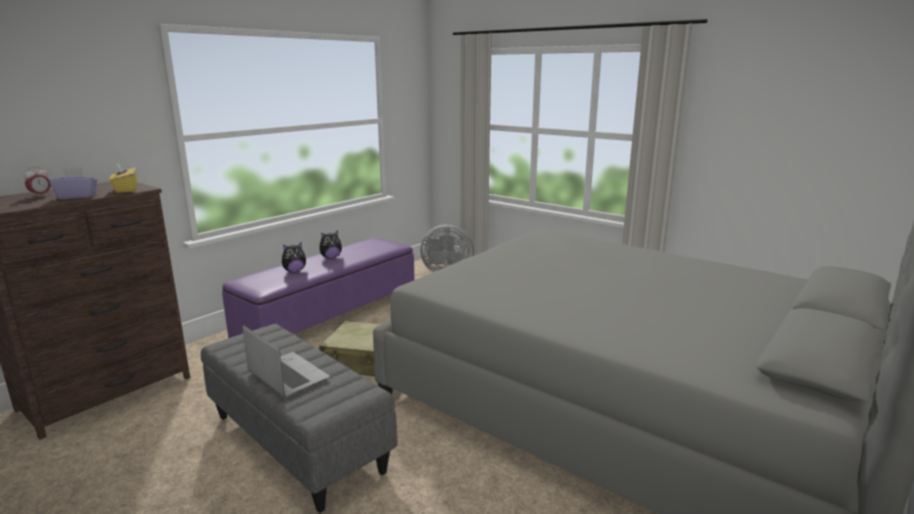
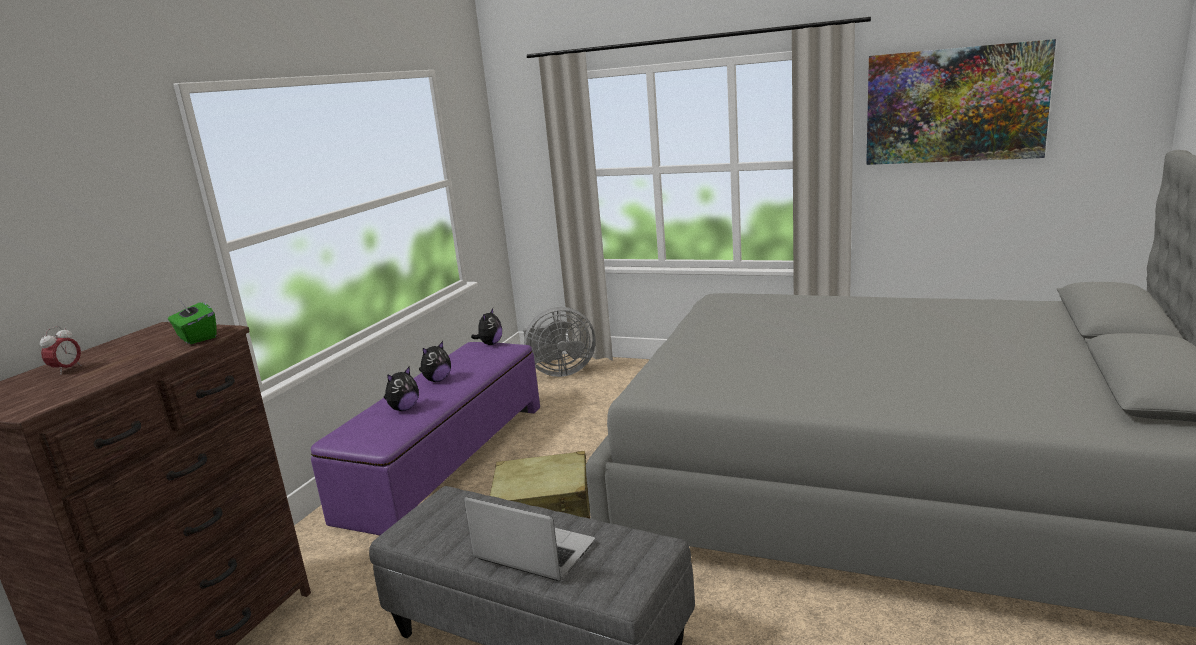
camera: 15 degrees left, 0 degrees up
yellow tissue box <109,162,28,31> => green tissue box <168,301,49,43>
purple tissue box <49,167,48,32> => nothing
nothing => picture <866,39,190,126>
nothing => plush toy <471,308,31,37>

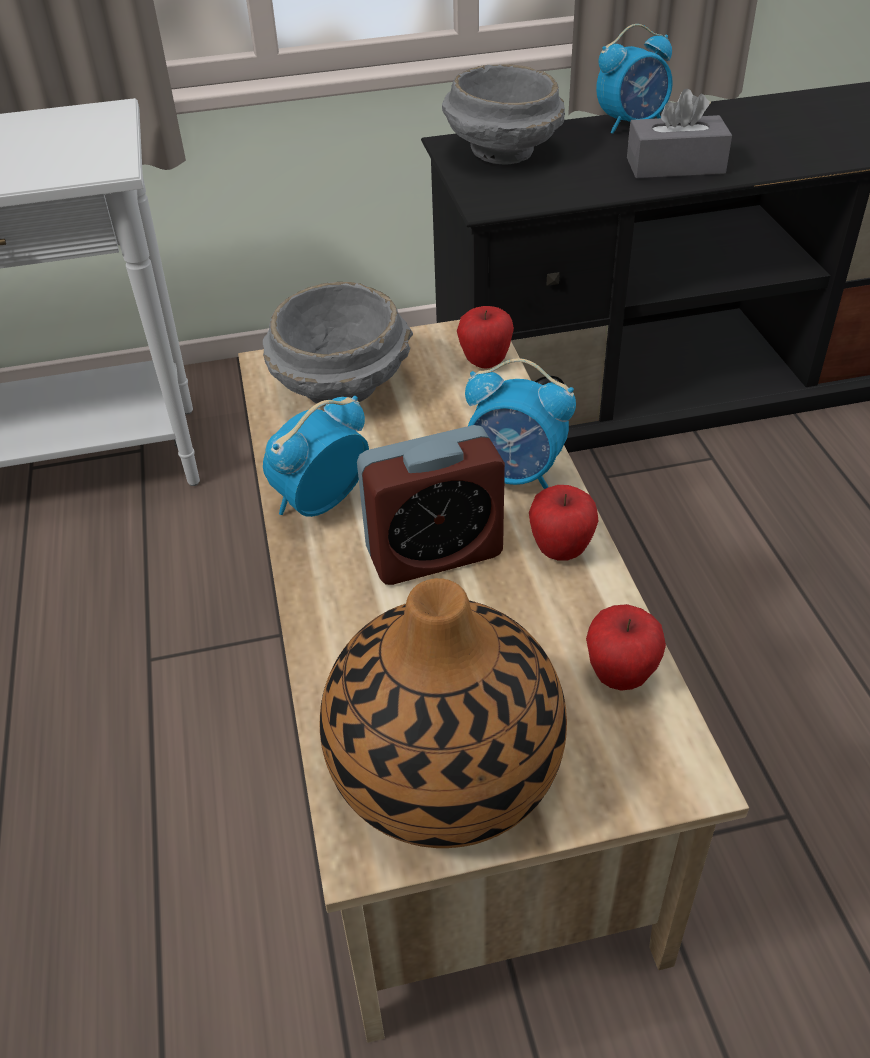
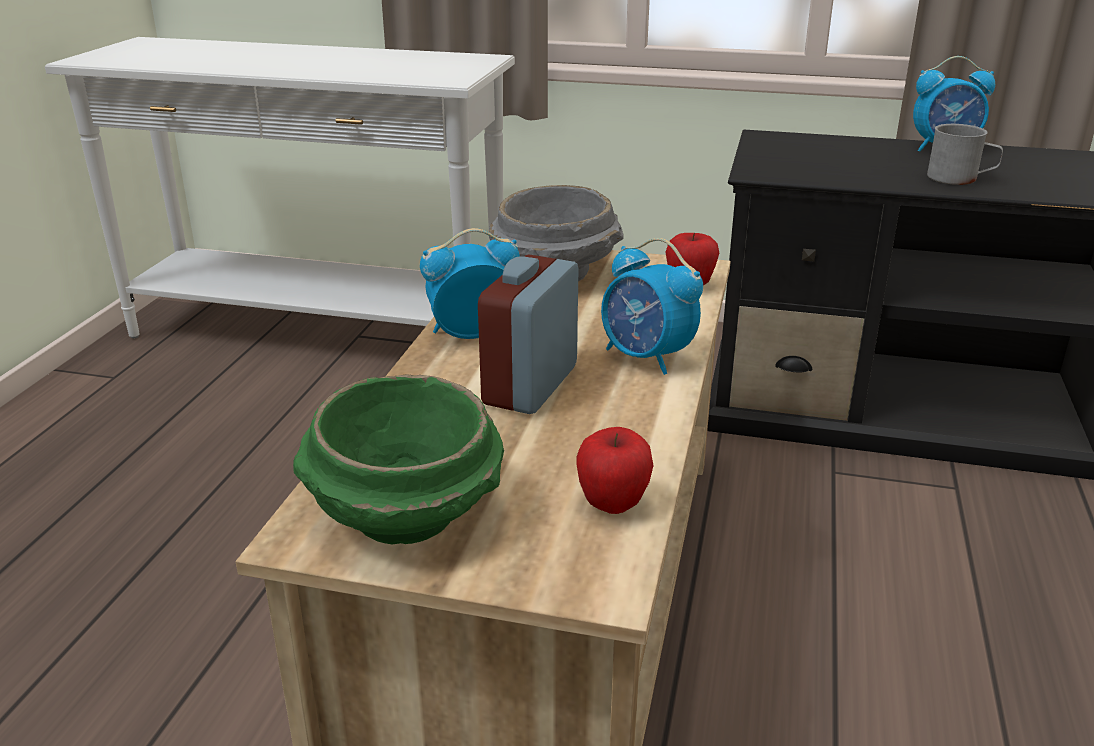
camera: 25 degrees right, 15 degrees down
grey bowl <442,64,123,101> => nothing
grey tissue box <627,89,105,90> => grey mug <927,124,76,61>
alarm clock <357,425,148,160> => alarm clock <478,254,100,160>, 105 degrees clockwise
apple <529,485,70,75> => nothing
vase <320,578,247,270> => green bowl <293,374,211,170>

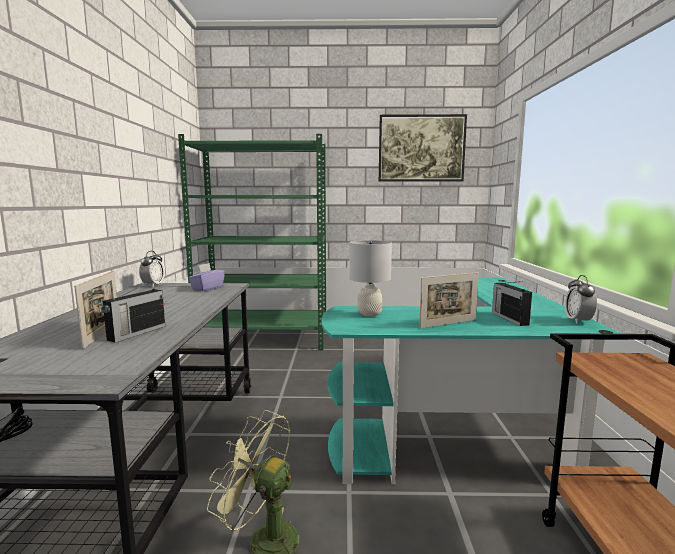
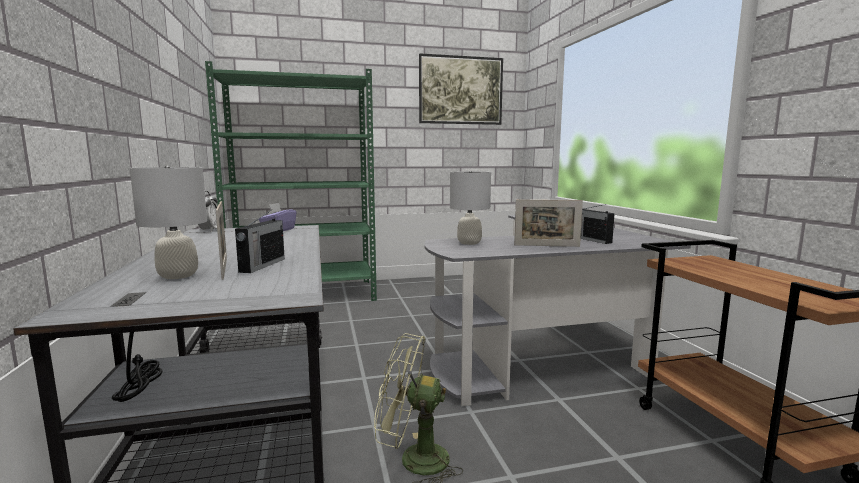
camera: 15 degrees left, 0 degrees up
picture frame <419,272,60,56> => picture frame <514,199,69,48>, 45 degrees clockwise
alarm clock <565,275,32,49> => nothing
turquoise desk <321,277,301,208> => grey desk <424,215,267,191>
nothing => grey table lamp <130,166,77,113>

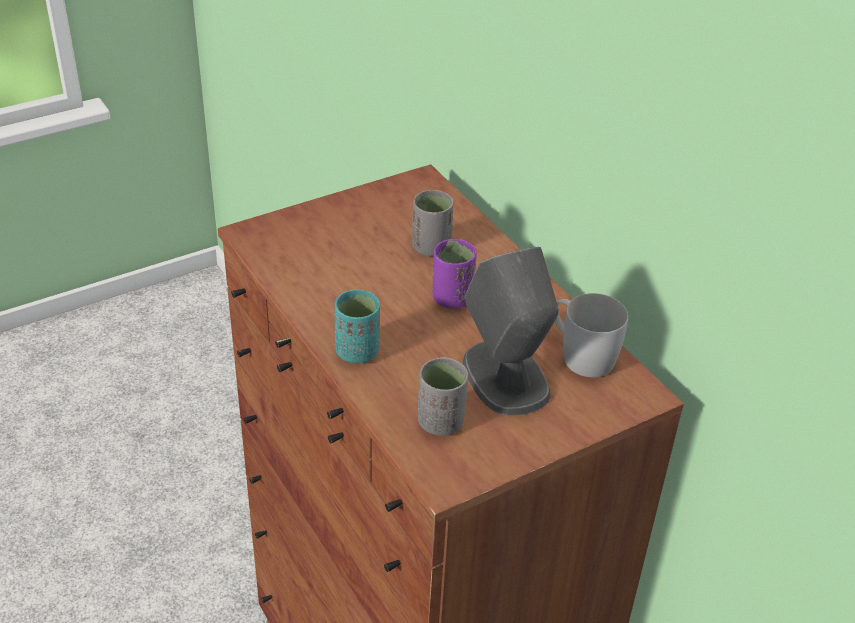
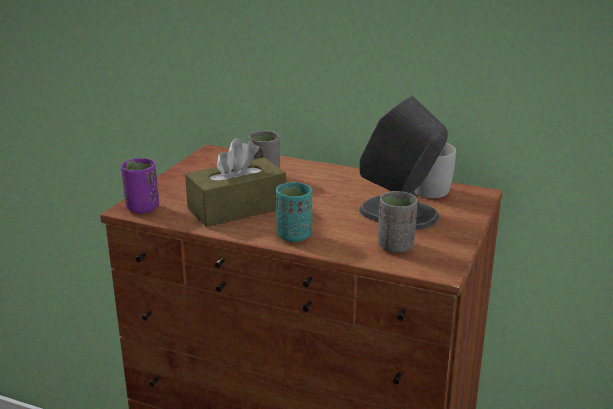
camera: 35 degrees left, 15 degrees down
purple cup <433,239,44,70> => purple cup <121,158,38,56>, moved
nothing => brown tissue box <185,138,101,89>

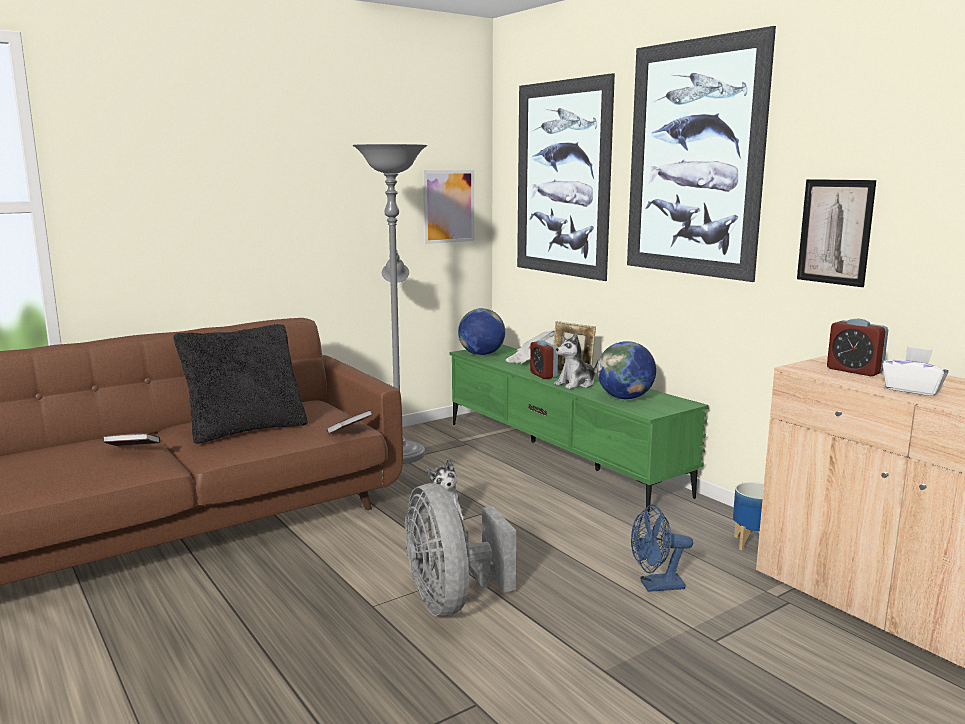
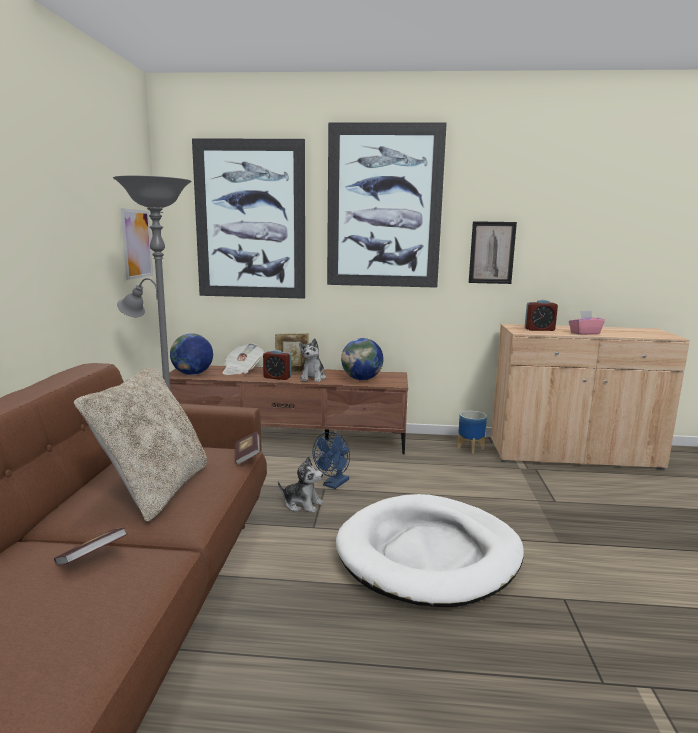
camera: 50 degrees left, 0 degrees up
black pillow <173,324,135,120> => beige pillow <74,367,133,155>
green tv stand <449,344,260,170> => brown tv stand <162,366,246,88>
white tissue box <882,347,67,49> => pink tissue box <569,311,36,24>
grey fan <405,483,111,133> => white dog bed <336,494,188,113>
blue fan <631,504,62,88> => blue fan <313,432,37,57>, moved

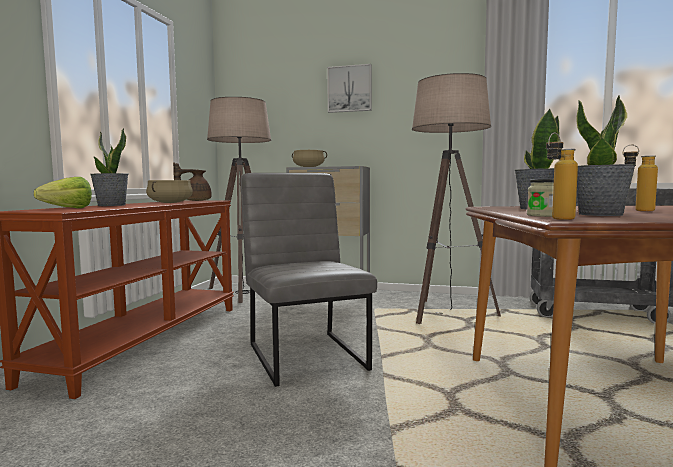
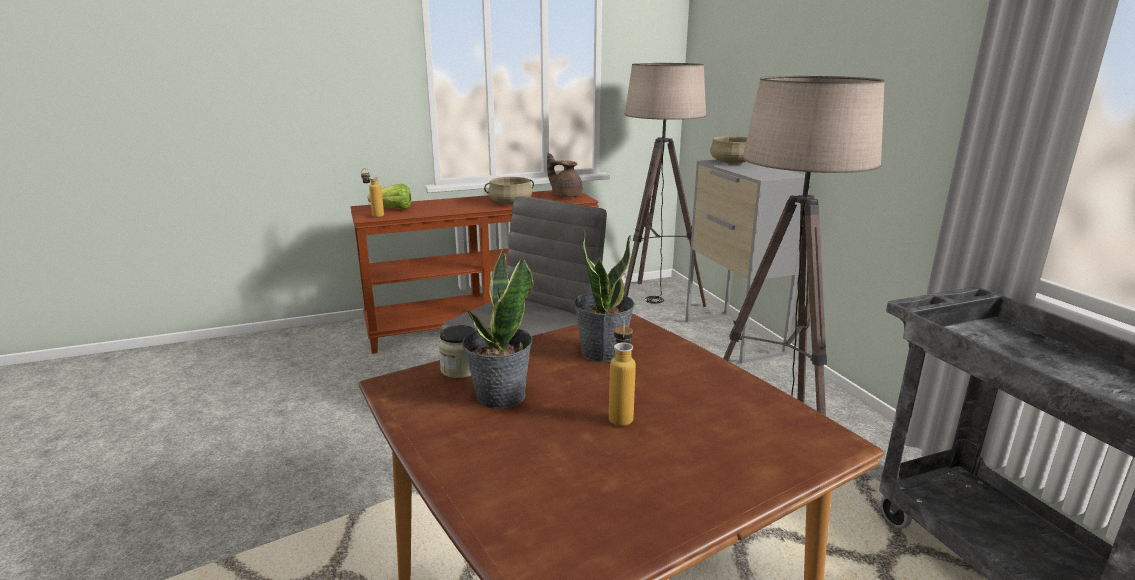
camera: 55 degrees right, 15 degrees up
picture <327,64,45,49> => nothing
potted plant <90,128,38,78> => nothing
bottle <546,133,32,87> => bottle <361,168,23,49>, moved

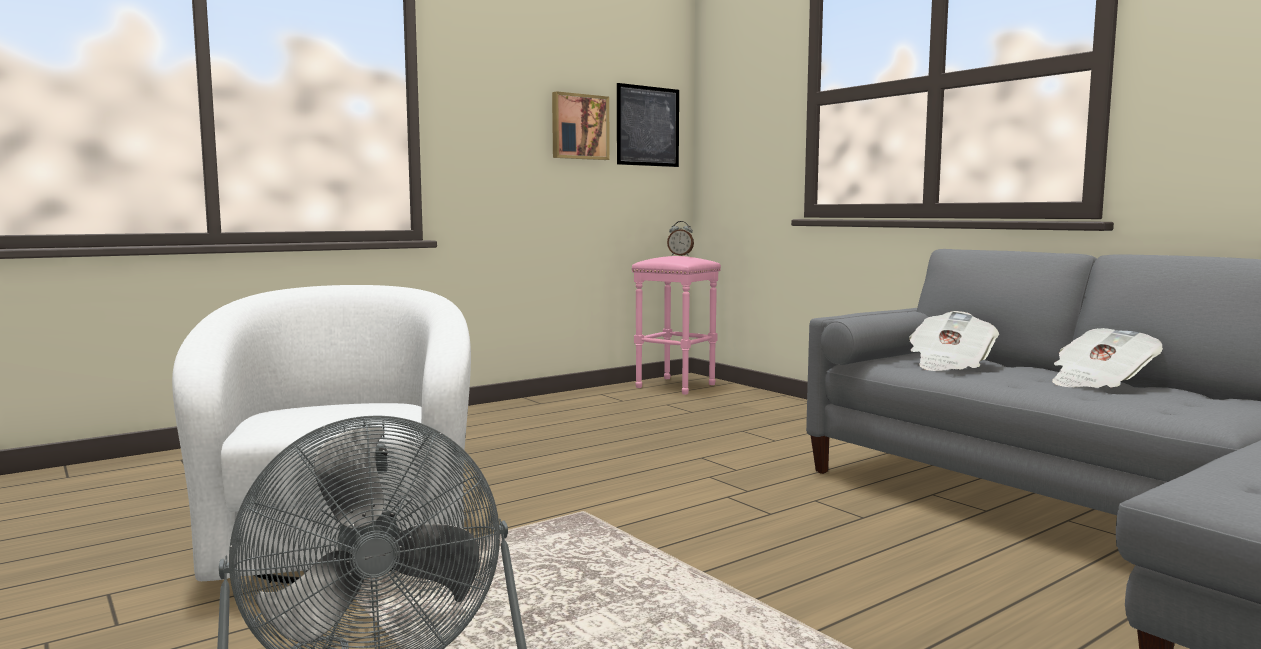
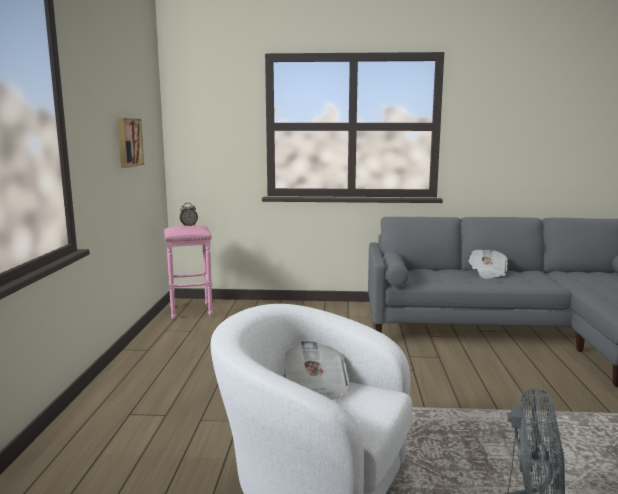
camera: 50 degrees left, 5 degrees up
picture <617,83,62,84> => nothing
newspaper <909,311,90,60> => newspaper <283,339,66,61>, moved

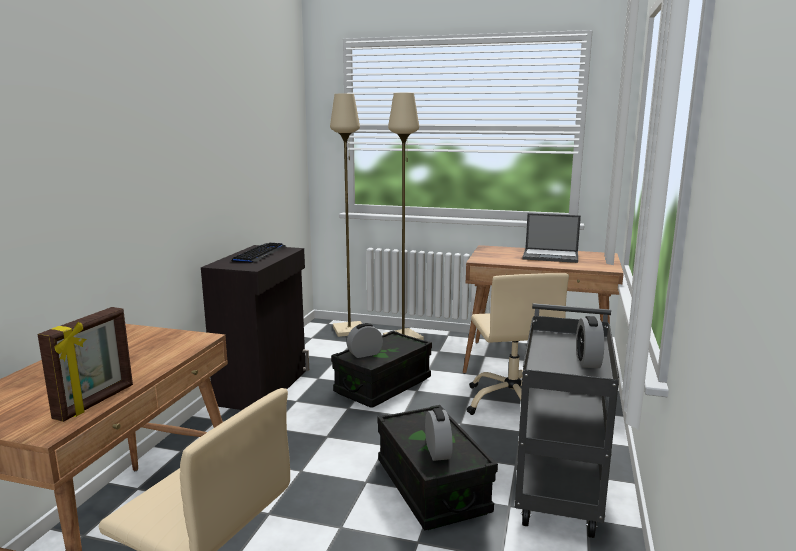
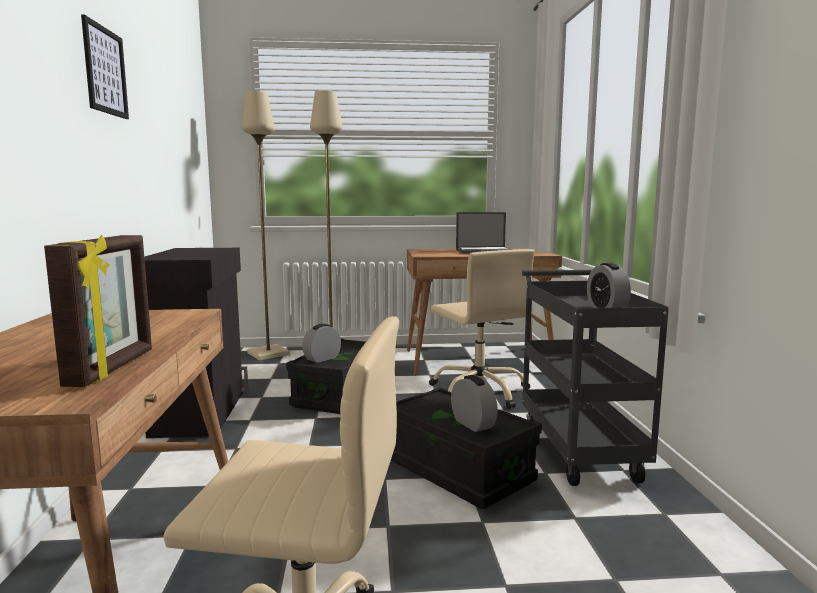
camera: 20 degrees left, 5 degrees down
keyboard <232,243,54,20> => nothing
nothing => picture <81,14,48,105>

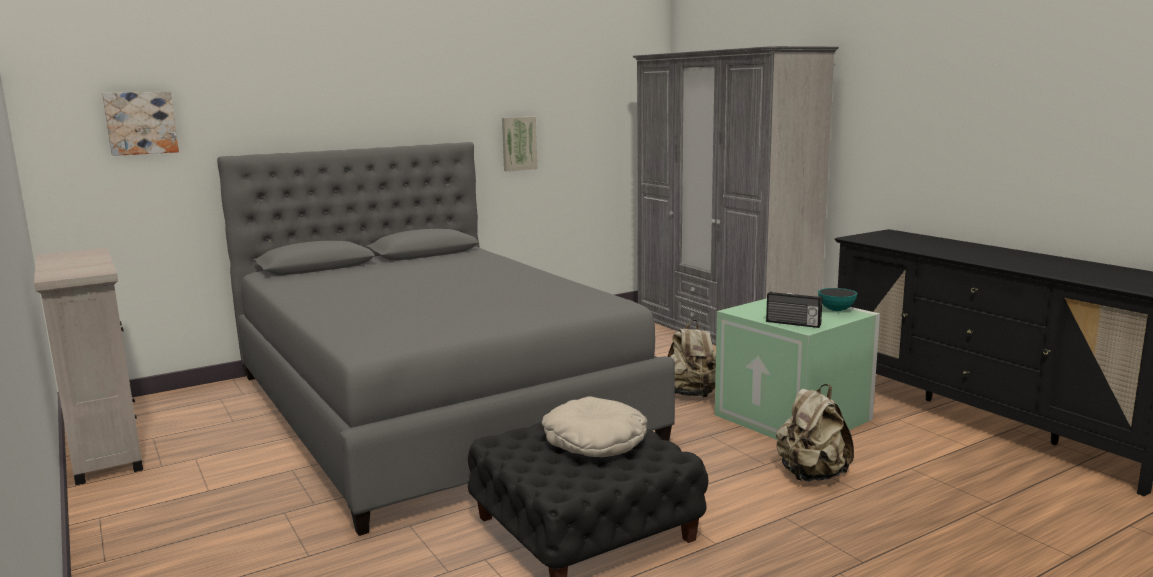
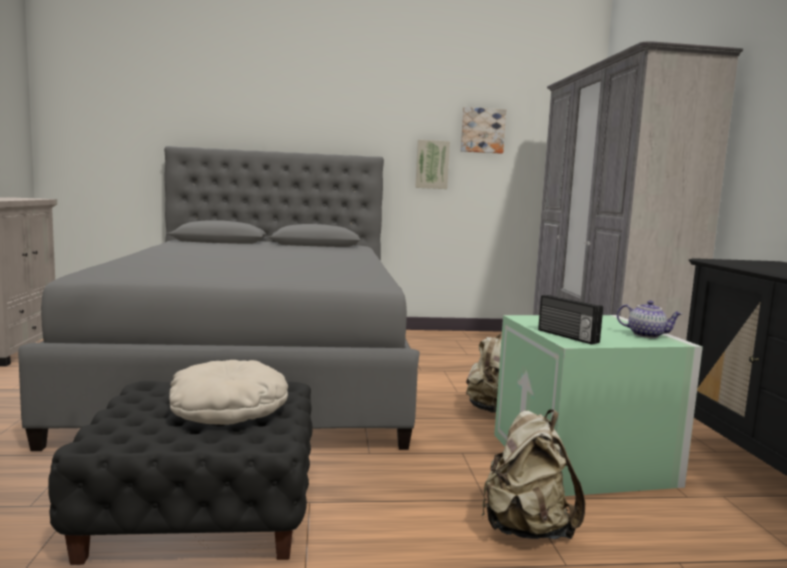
camera: 25 degrees right, 5 degrees down
picture <102,92,77,64> => picture <461,107,45,47>, moved
bowl <818,288,39,23> => teapot <617,301,65,37>

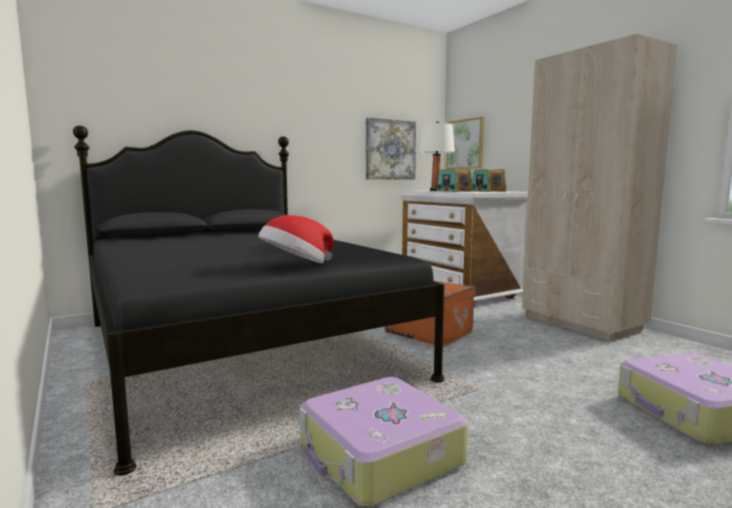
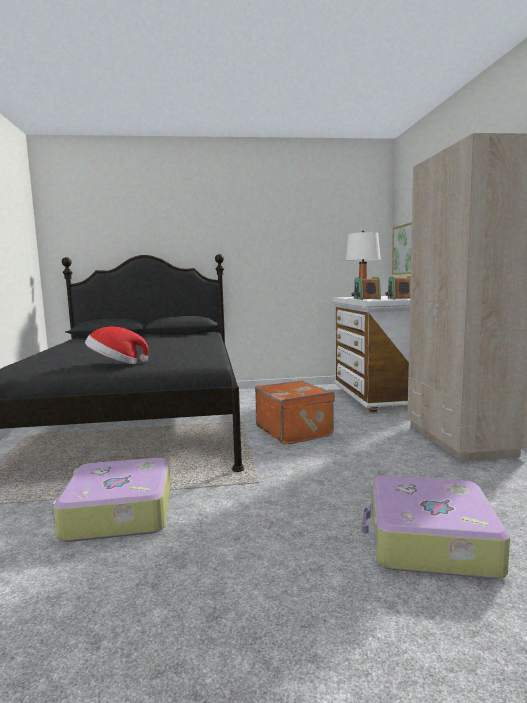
camera: 25 degrees right, 0 degrees up
picture <366,117,50,63> => nothing

